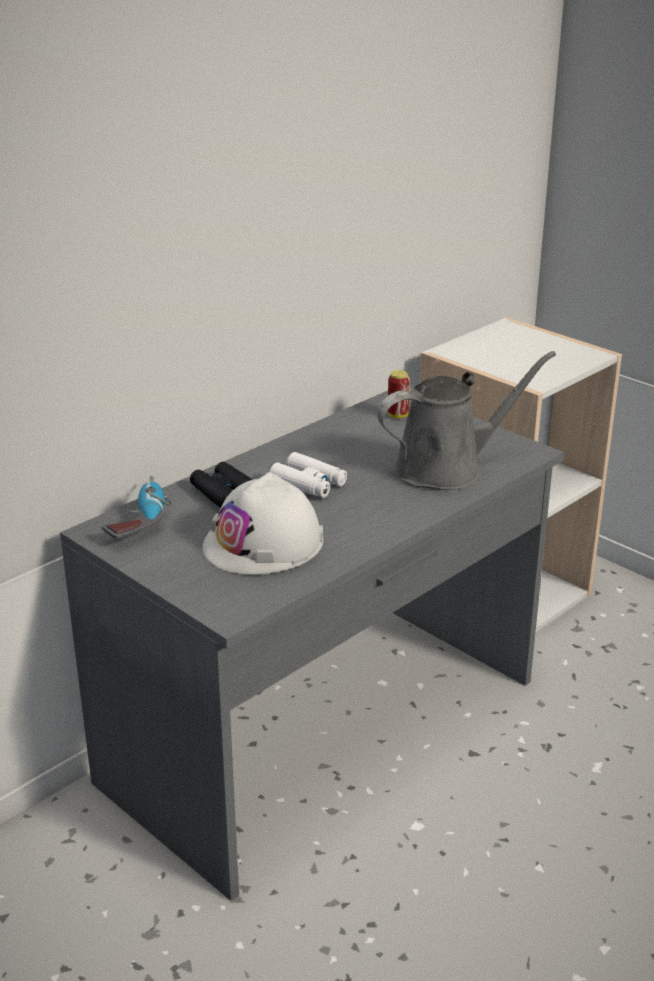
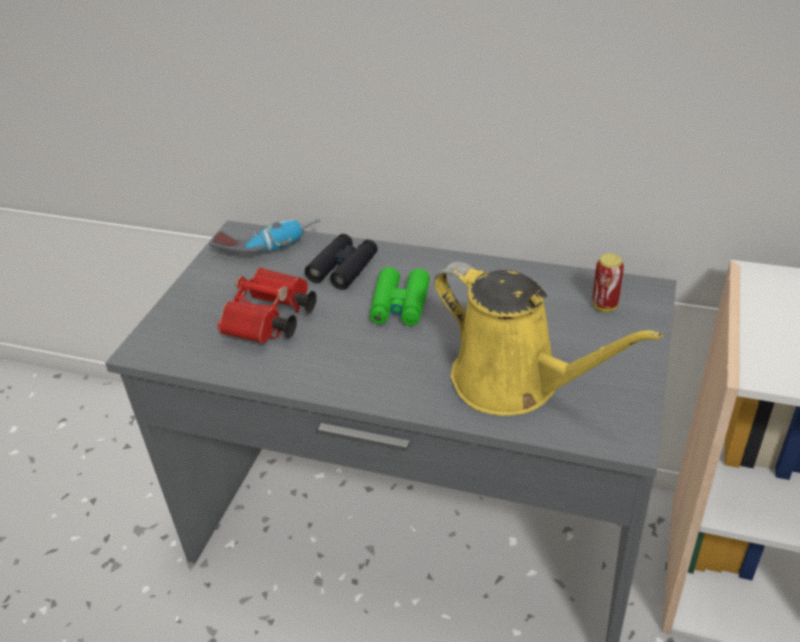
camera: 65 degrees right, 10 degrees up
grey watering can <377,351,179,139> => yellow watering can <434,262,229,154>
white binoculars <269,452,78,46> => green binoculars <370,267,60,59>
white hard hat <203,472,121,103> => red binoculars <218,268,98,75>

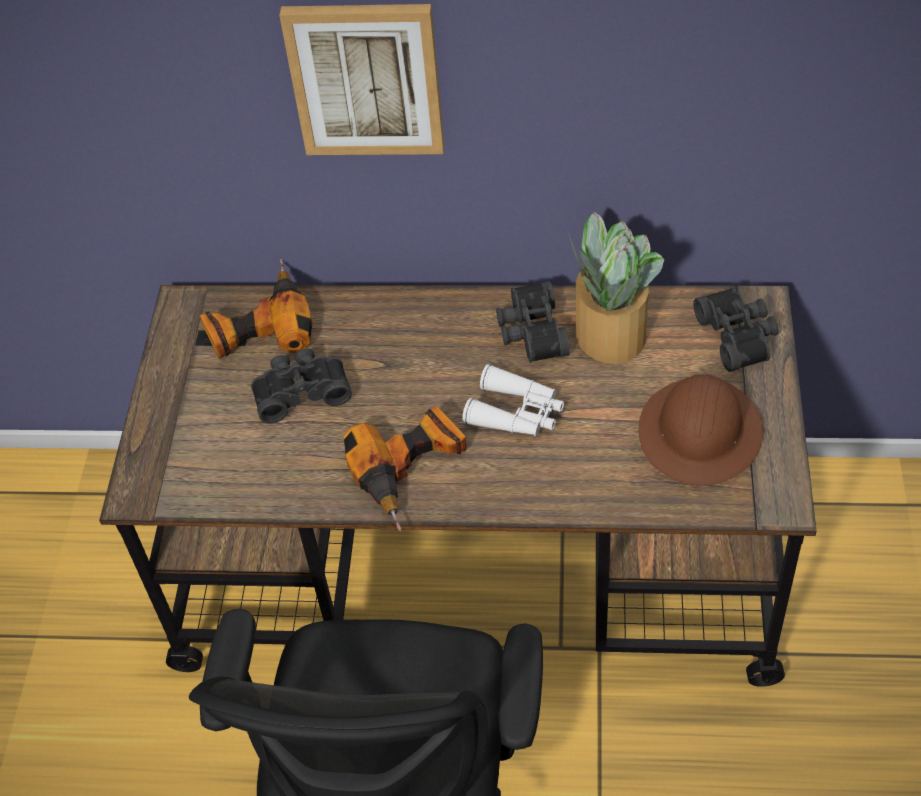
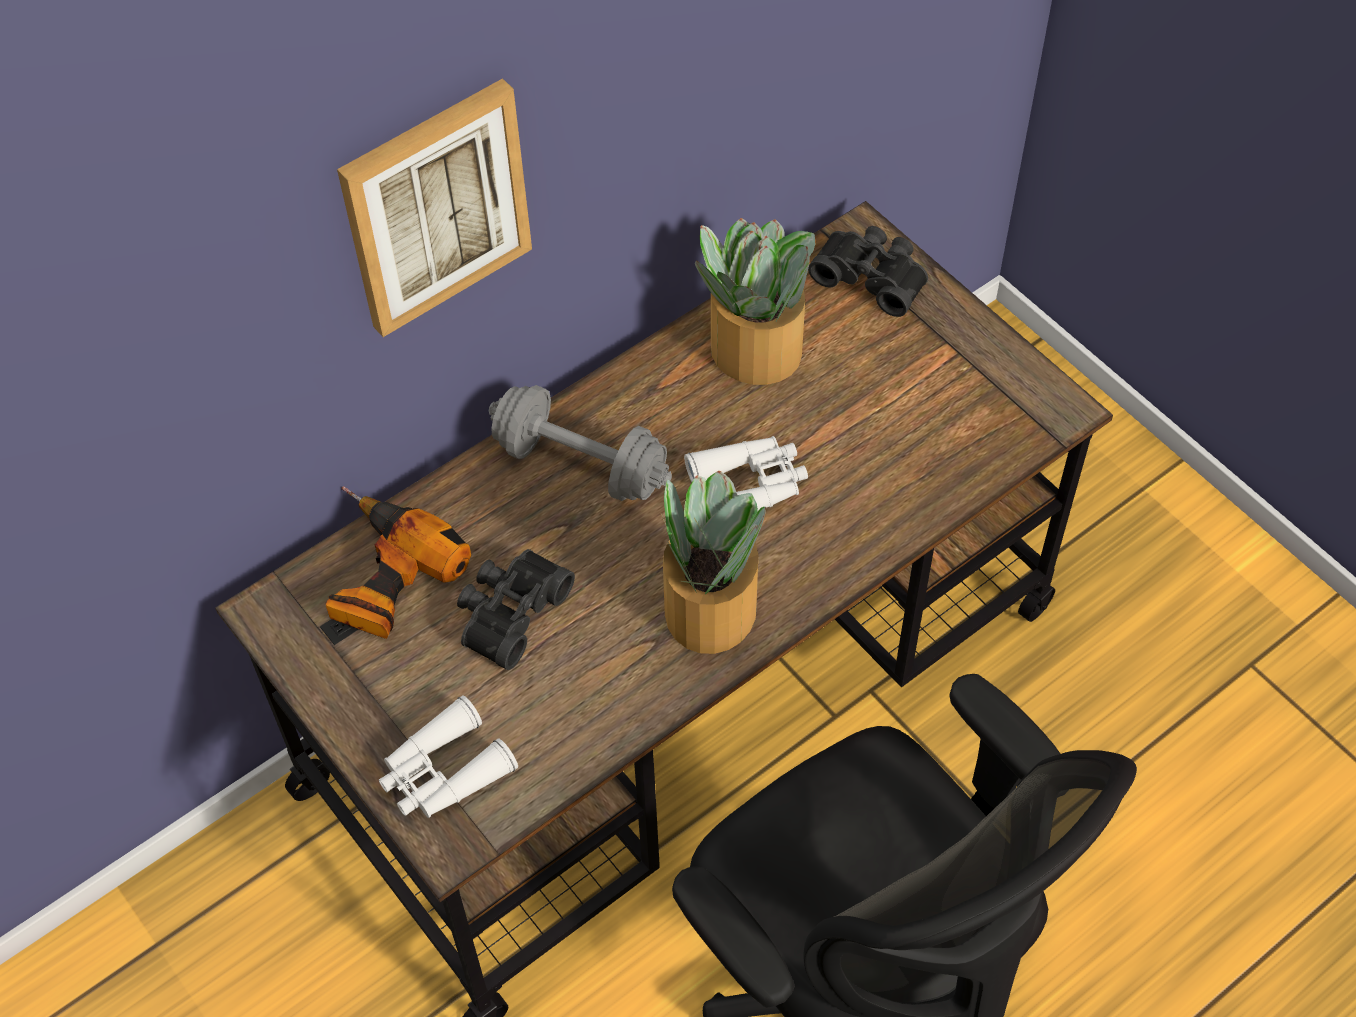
camera: 45 degrees left, 5 degrees up
black binoculars <496,281,74,82> => nothing
brown hard hat <638,374,126,111> => nothing
power drill <343,405,124,127> => potted plant <661,471,105,183>
nothing => grey dumbbell <489,385,183,116>
nothing => white binoculars <379,695,139,123>

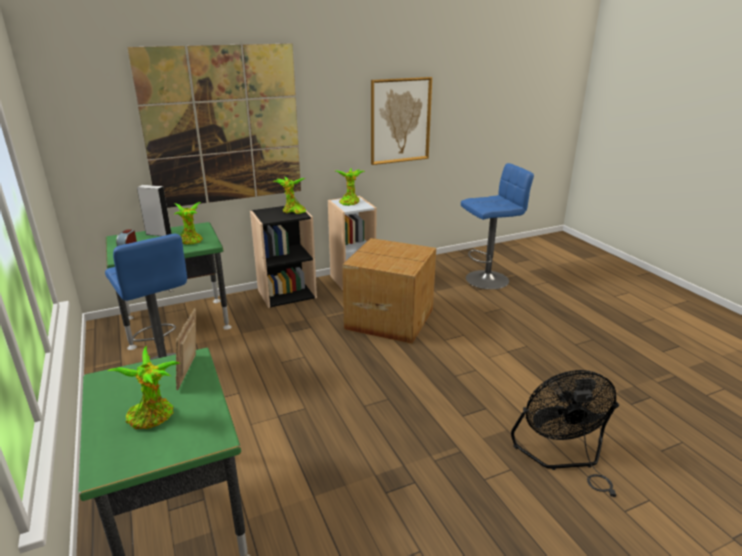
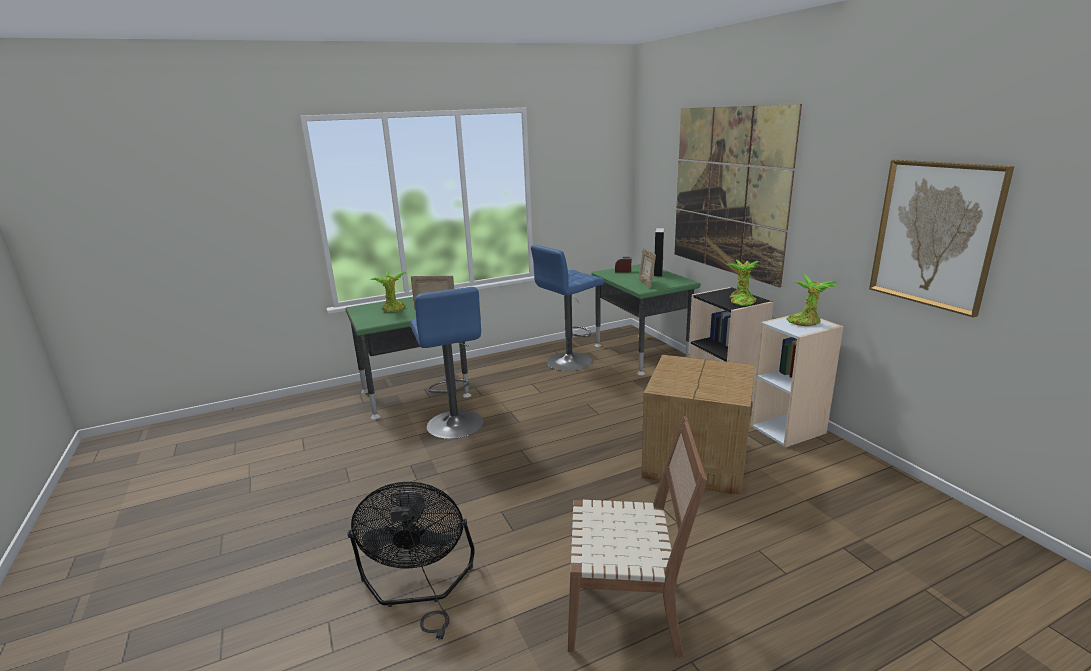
camera: 90 degrees right, 5 degrees down
blue stool <461,163,73,126> => blue stool <410,287,73,152>, moved
potted plant <174,202,29,43> => picture frame <639,248,17,40>
black fan <511,370,108,127> => black fan <347,482,128,158>, 90 degrees counterclockwise
nothing => chair <568,416,139,242>

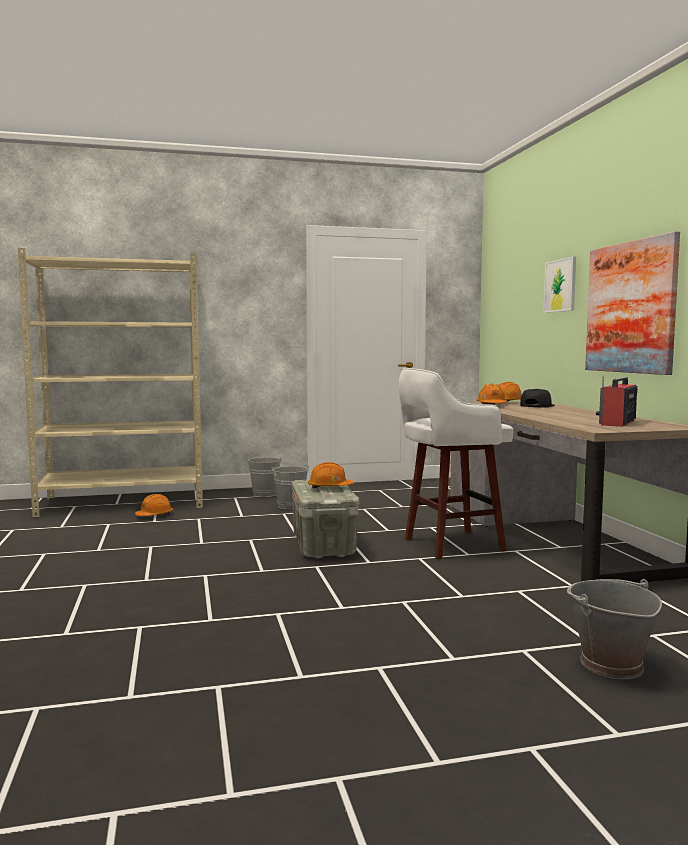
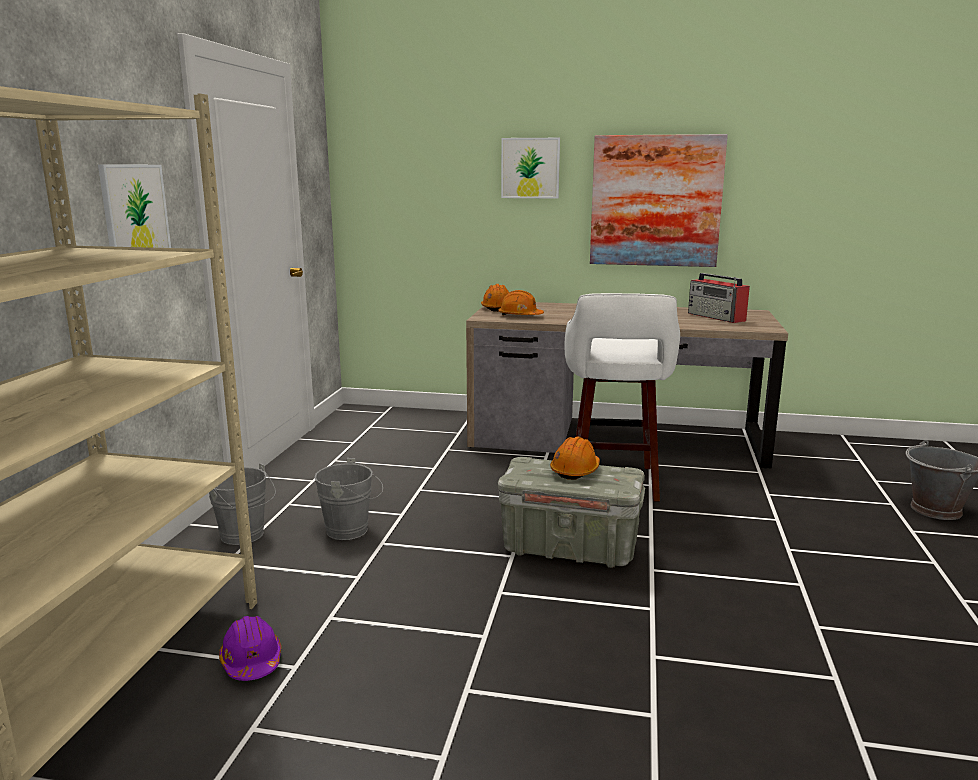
camera: 65 degrees left, 10 degrees up
black cap <520,388,35,20> => nothing
orange hard hat <135,494,38,22> => purple hard hat <219,616,62,65>
nothing => picture <98,165,73,83>

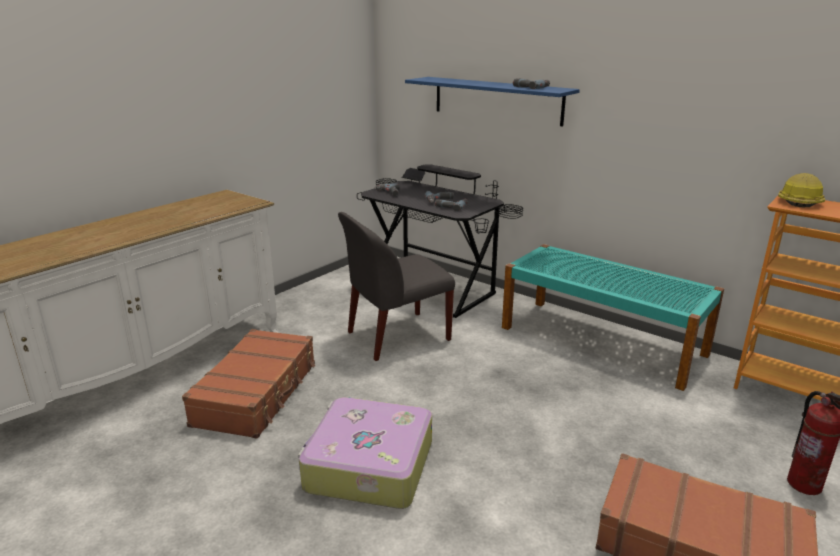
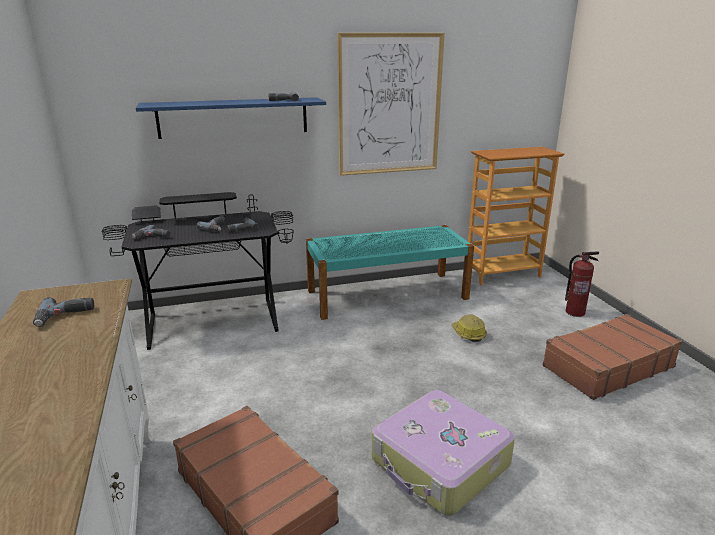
camera: 55 degrees left, 0 degrees up
hard hat <778,173,47,35> => hard hat <451,315,36,27>, moved
grey chair <338,212,117,149> => nothing
nothing => picture <337,33,108,143>
nothing => power drill <33,297,61,30>

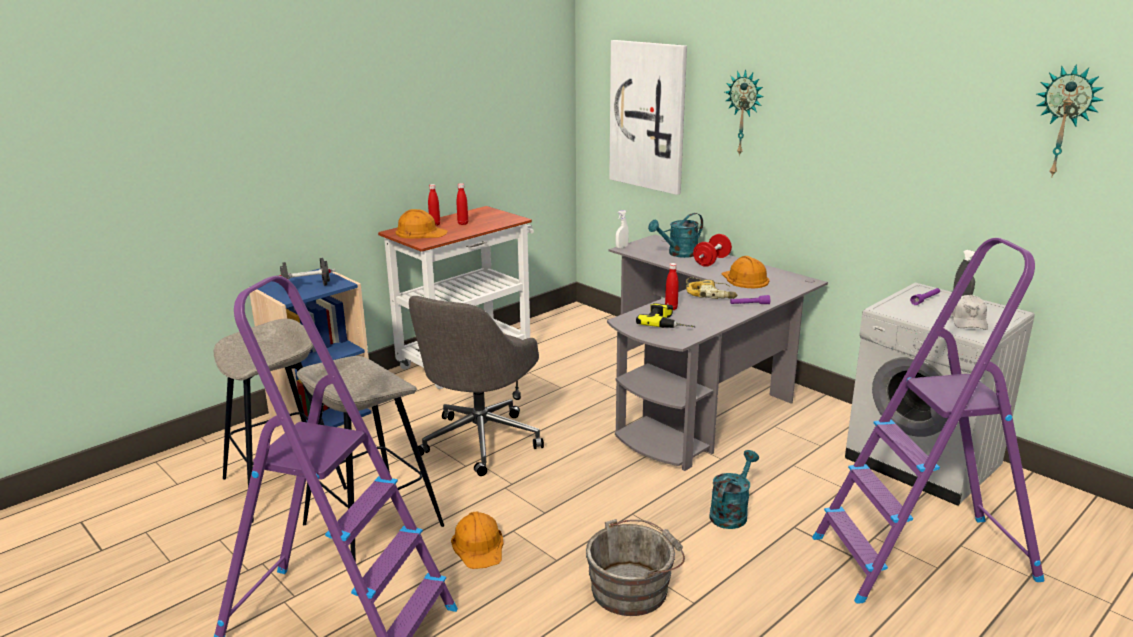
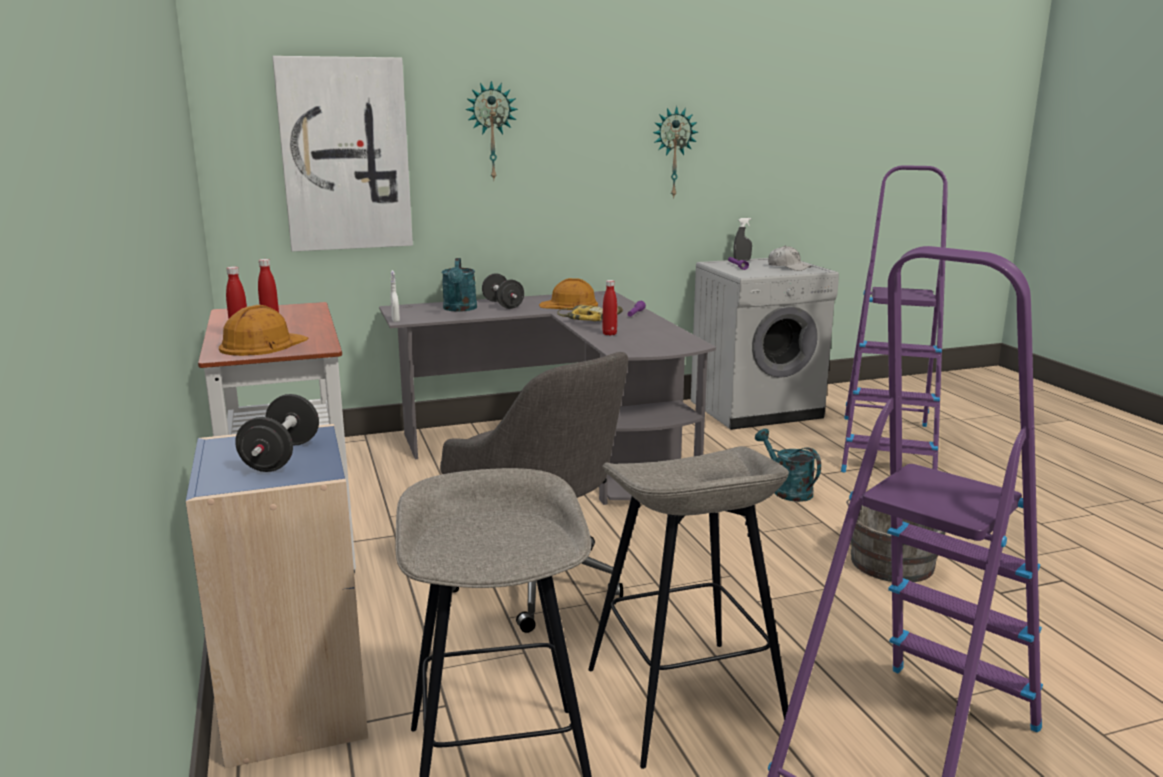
camera: 65 degrees left, 5 degrees down
wall clock <1036,64,68,114> => wall clock <653,106,45,93>, moved
red dumbbell <693,234,39,33> => black dumbbell <482,273,42,36>
power drill <636,303,60,25> => nothing
orange hard hat <451,511,53,58> => nothing

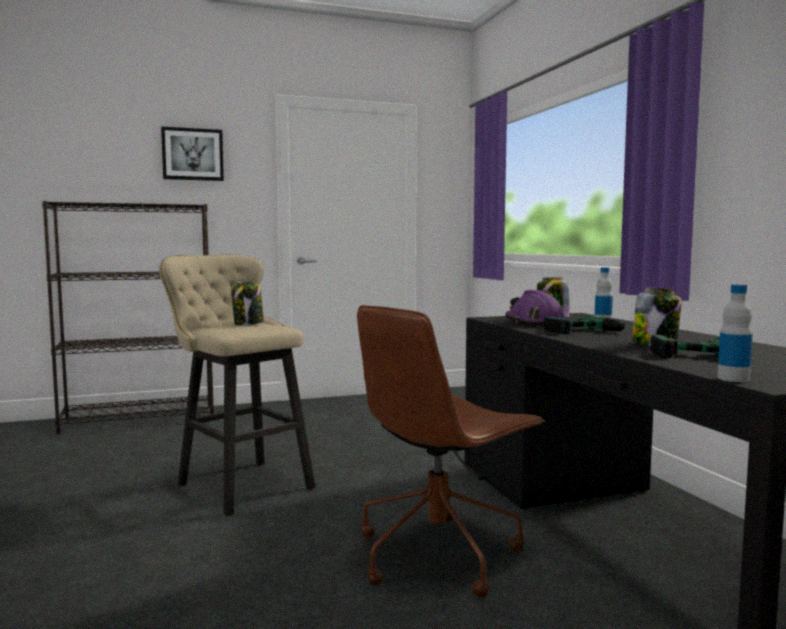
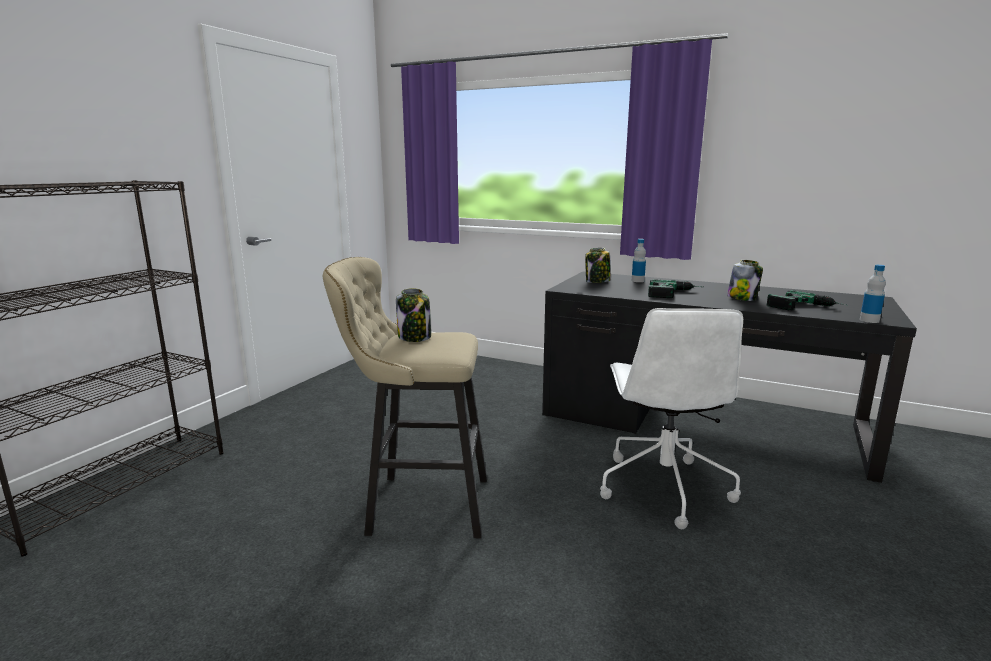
camera: 45 degrees left, 10 degrees up
picture <161,127,63,54> => nothing
purple hard hat <505,290,60,35> => nothing
brown office chair <357,305,189,293> => white office chair <600,308,143,221>

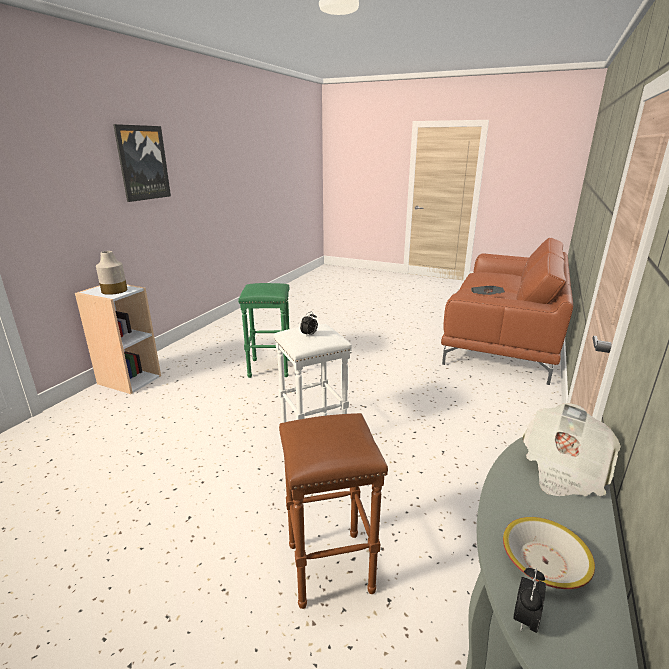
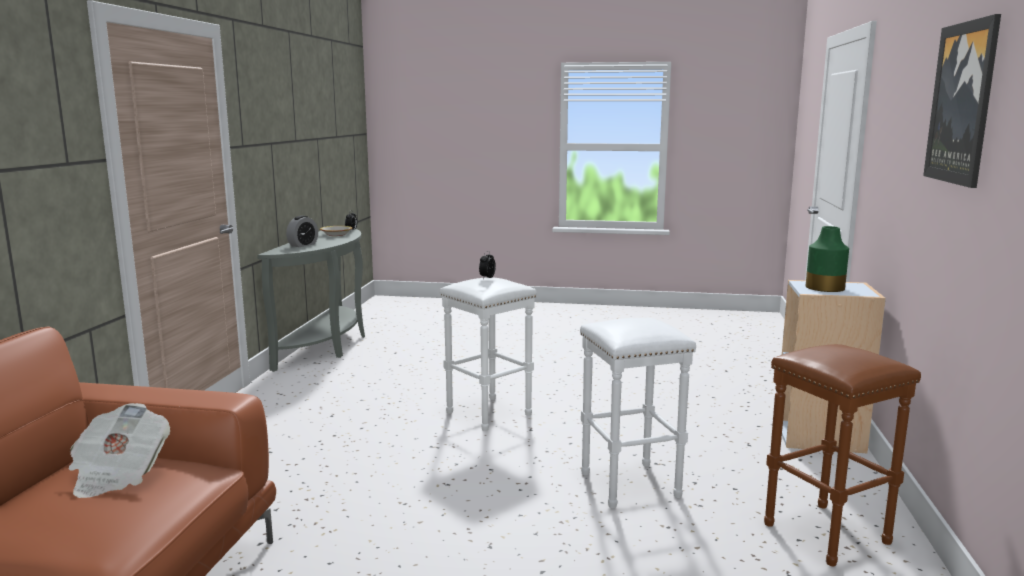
camera: 165 degrees right, 10 degrees down
beige vase <96,251,32,44> => green vase <806,226,43,66>
green stool <238,283,52,95> => white stool <580,318,116,190>
newspaper <522,403,99,93> => alarm clock <286,216,32,31>
brown stool <279,413,109,196> => brown stool <764,344,157,222>, moved

